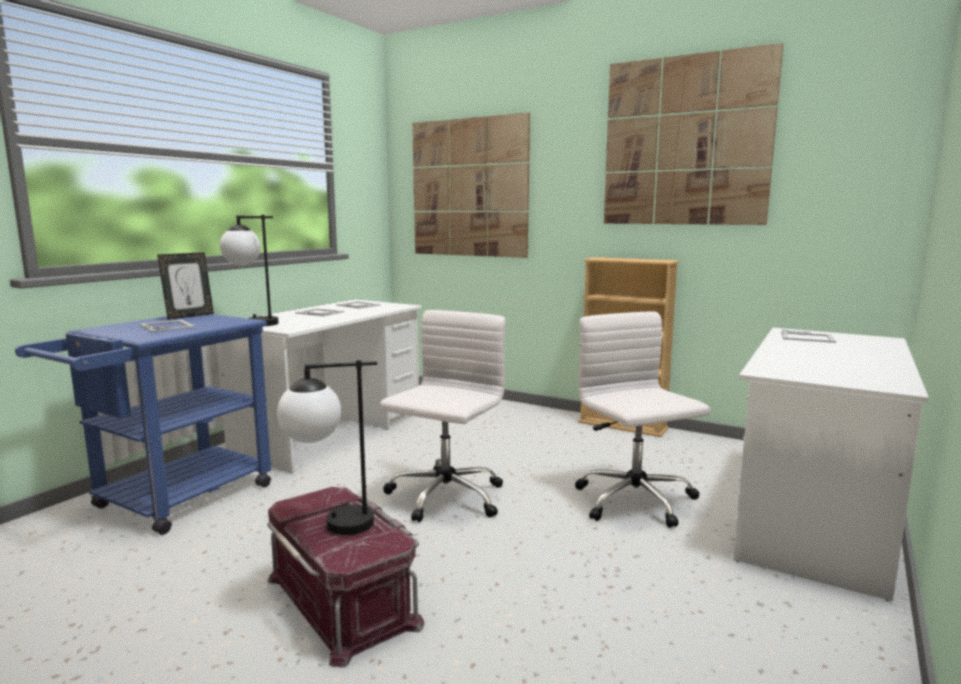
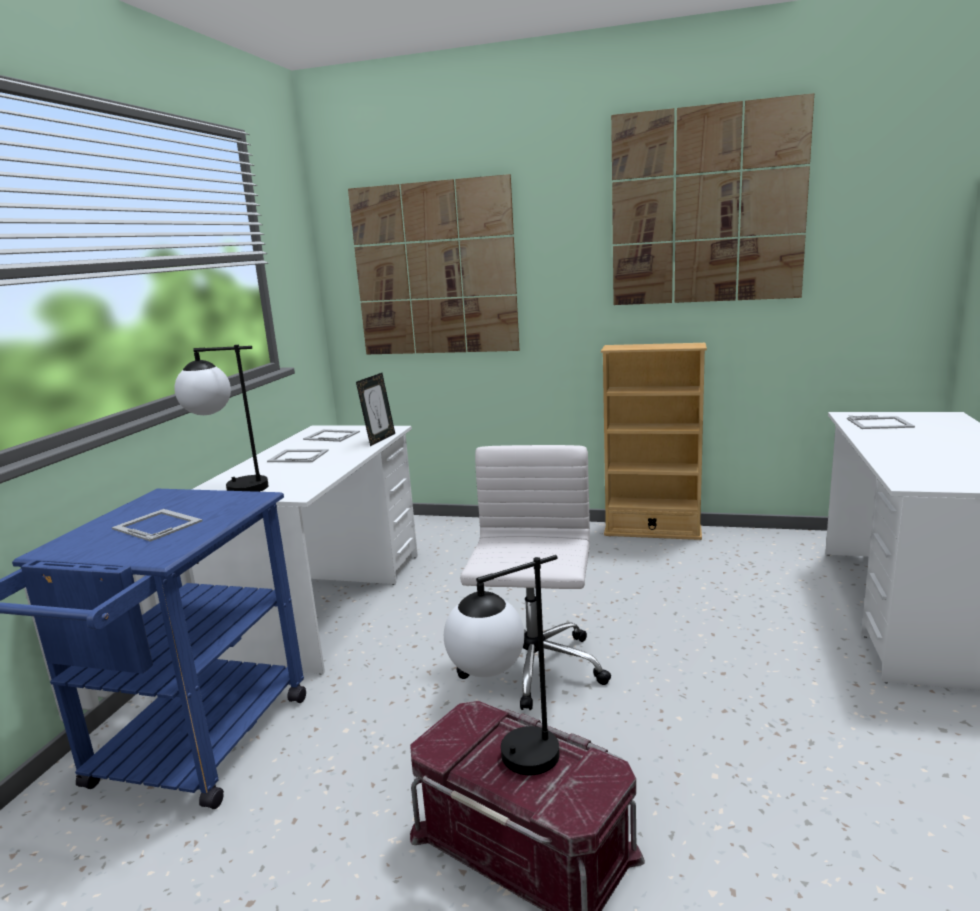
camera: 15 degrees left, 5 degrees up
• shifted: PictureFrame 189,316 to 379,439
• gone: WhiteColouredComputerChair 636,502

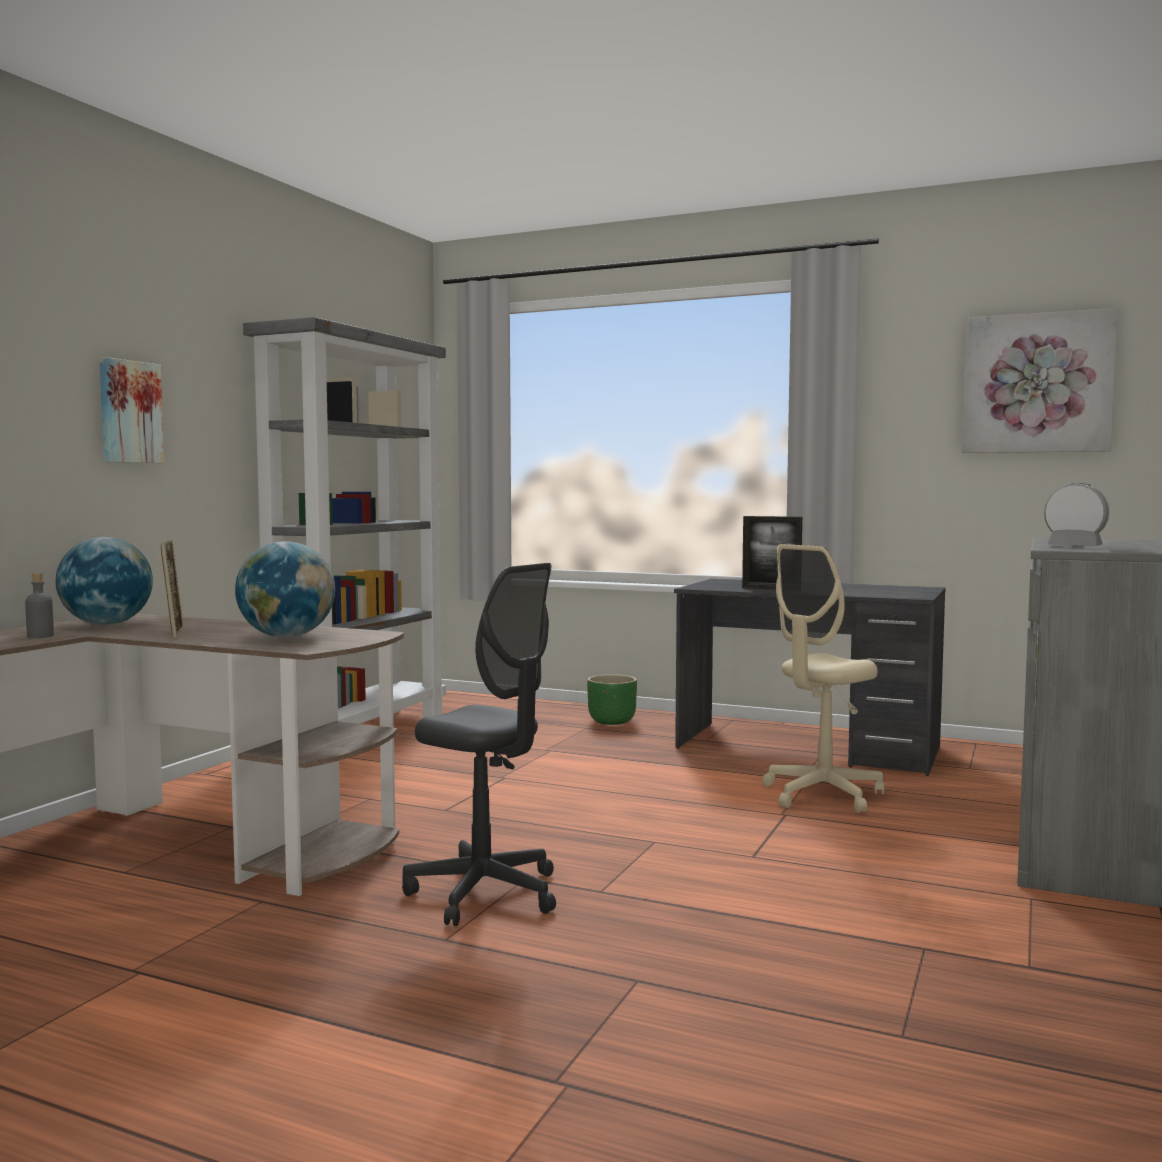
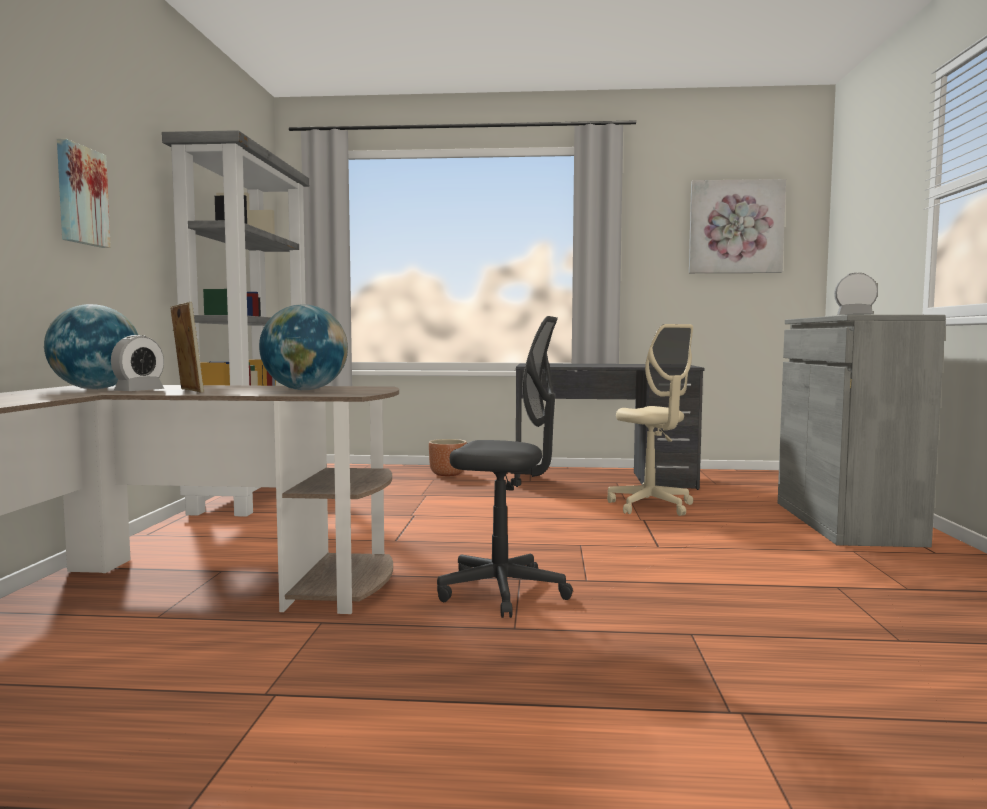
camera: 20 degrees left, 0 degrees up
• gone: PictureFrame 771,589
• rotated: SandColouredComputerChair 822,795 = 651,506 60 degrees counterclockwise
• gone: GreyishBeverageBottle 40,636
• repainted: GreenPlanter 612,721 to BrownColouredPlanter 448,474
• new: TableClock 139,391

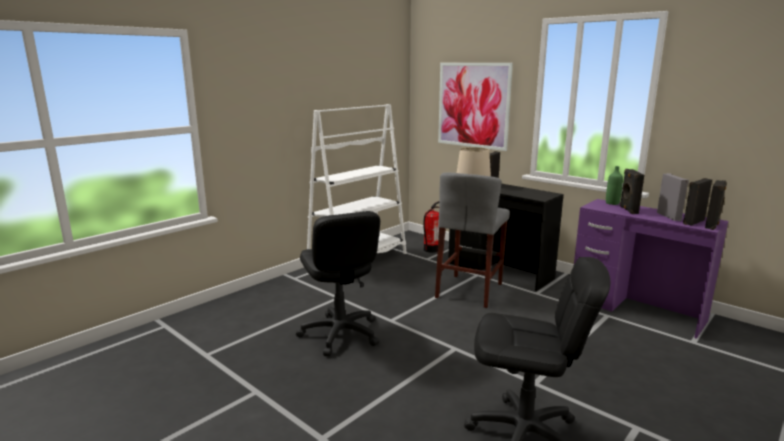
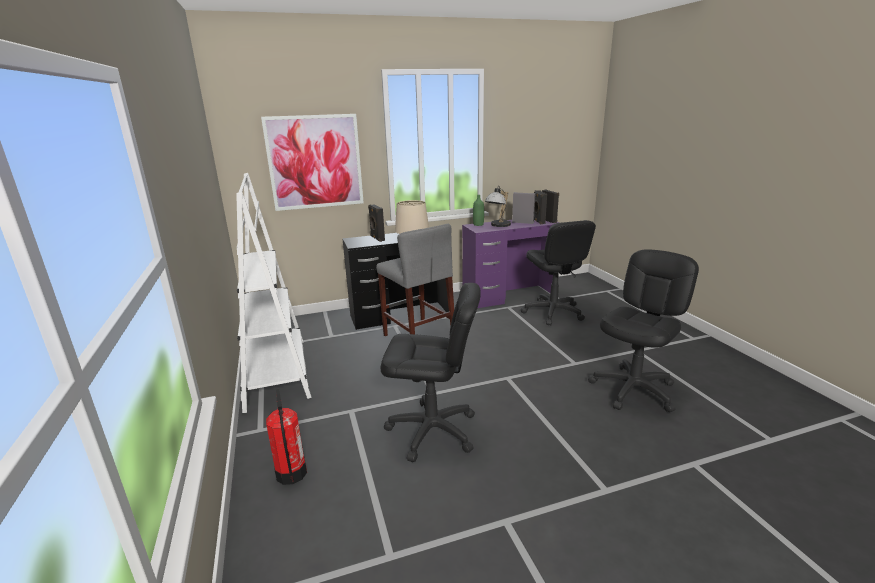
camera: 60 degrees left, 5 degrees up
• swapped: BlackSpeaker 628,210 to TabletopLamp 498,226
• shifted: FireFightingCylinder 431,249 to 291,474
• new: BlackComputerChair 552,312

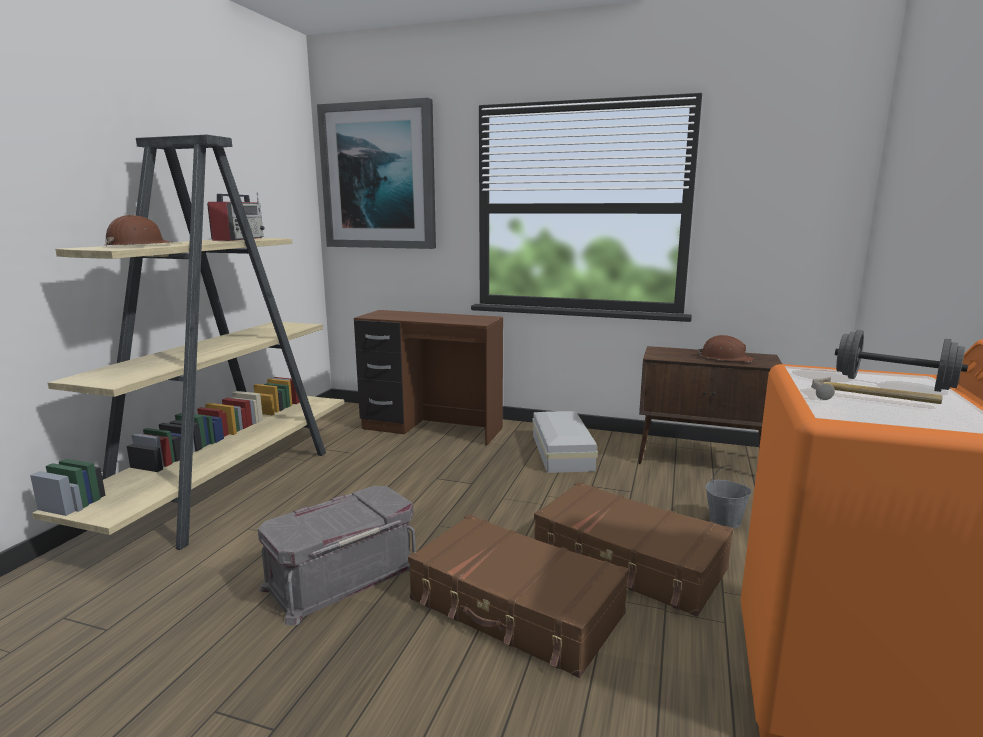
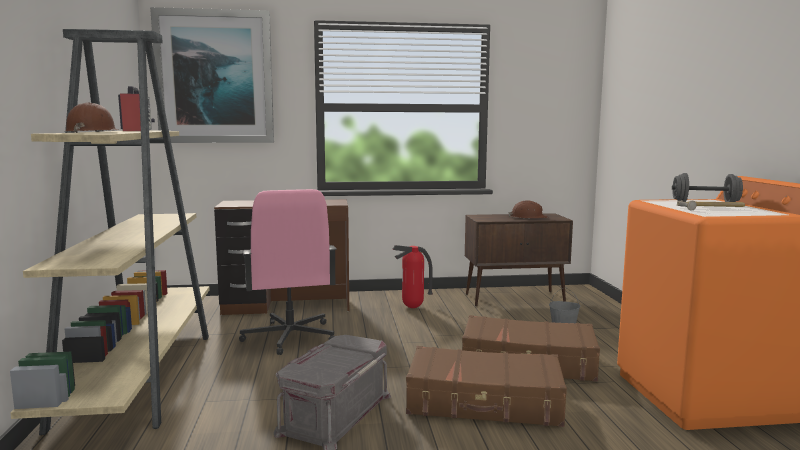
camera: 25 degrees left, 5 degrees down
• swapped: WhiteColouredStorageBox 561,453 to FireFightingCylinder 413,307
• new: PinkColouredComputerChair 289,337

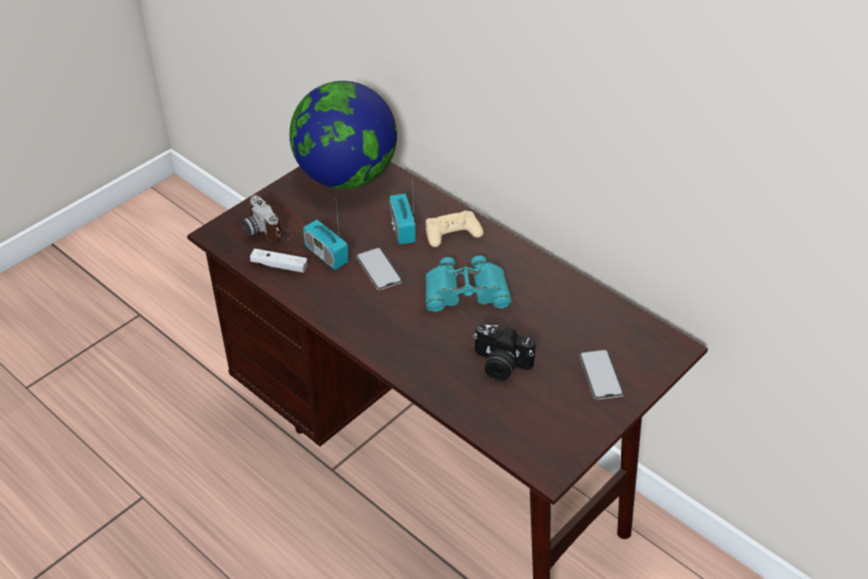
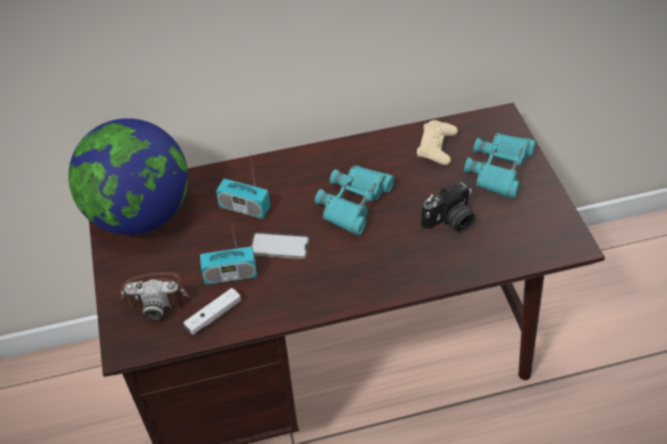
camera: 55 degrees left, 5 degrees up
• shifted: SandColouredGamepad 452,233 to 436,146
• swapped: Handset 601,374 to TurquoiseColouredPairOfBinoculars 500,169

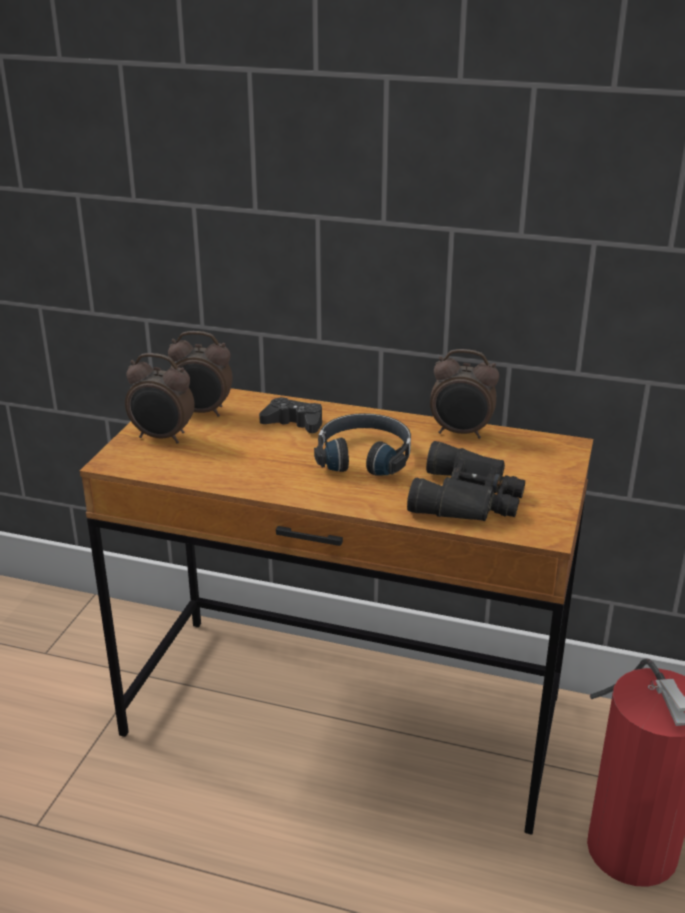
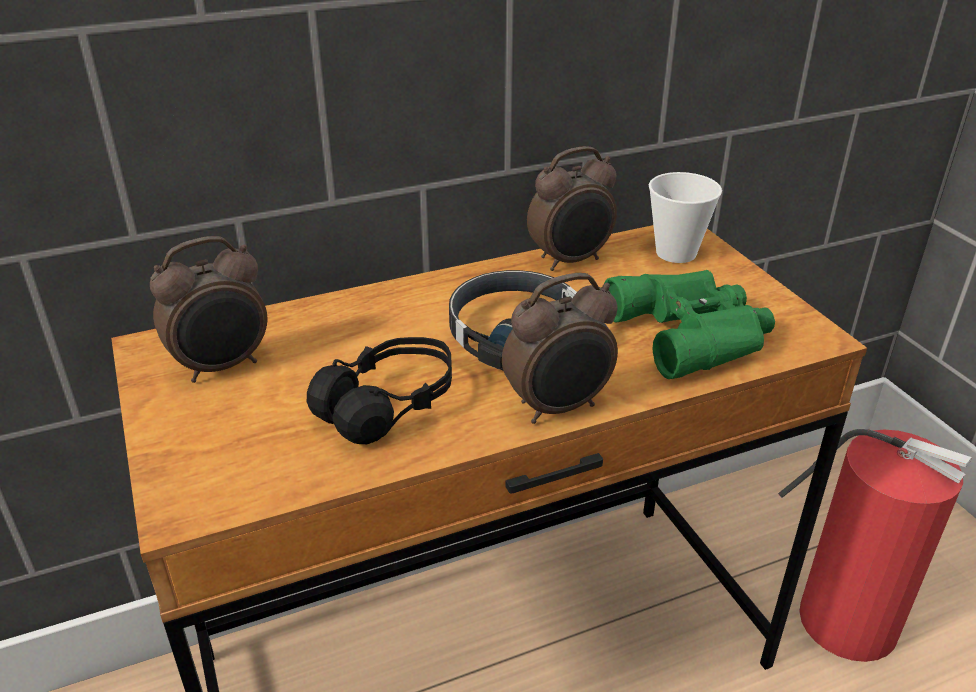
camera: 40 degrees left, 5 degrees up
• shifted: TableClock 162,437 to 559,408
• gone: BlackGamepad 294,423
• repainted: BlackPairOfBinoculars 469,498 to GreenPairOfBinoculars 694,332
• new: SmallCup 676,253
• new: BlackHeadset 388,405

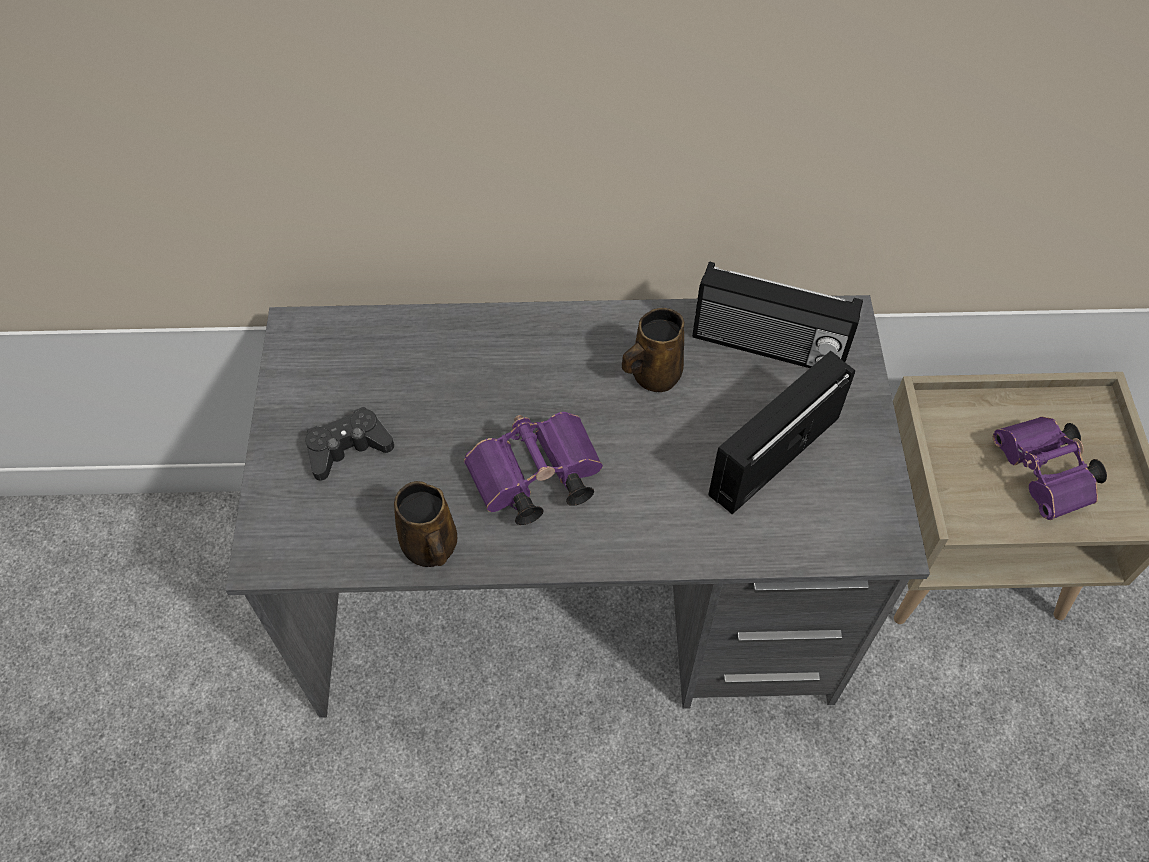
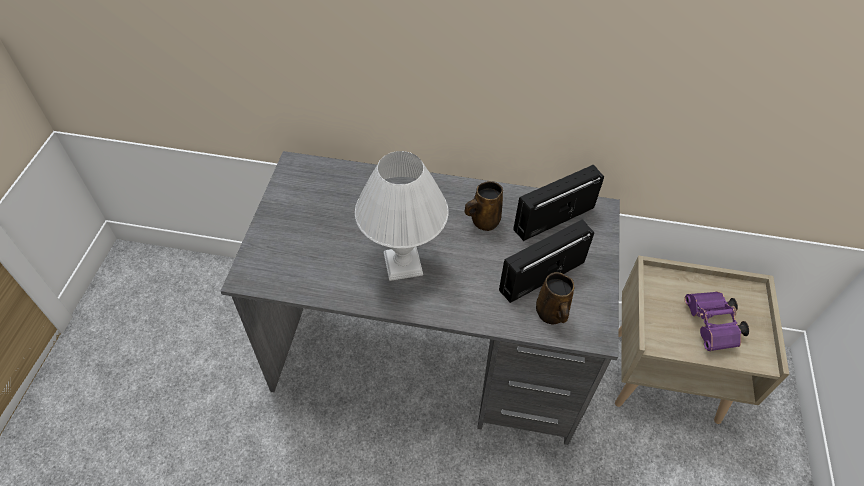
camera: 10 degrees right, 5 degrees down
• rotated: RadioSet 767,348 = 553,217 120 degrees clockwise
• gone: BlackGamepad 348,448
• swapped: PurplePairOfBinoculars 533,481 to WhiteColouredTabletopLamp 402,265
• shifted: BrownColouredMug 431,548 to 551,314

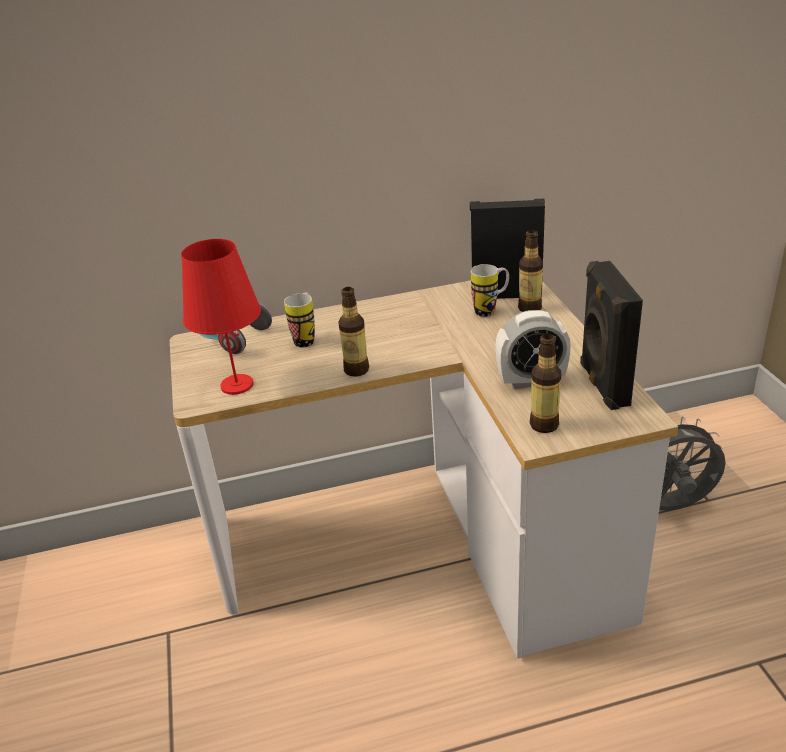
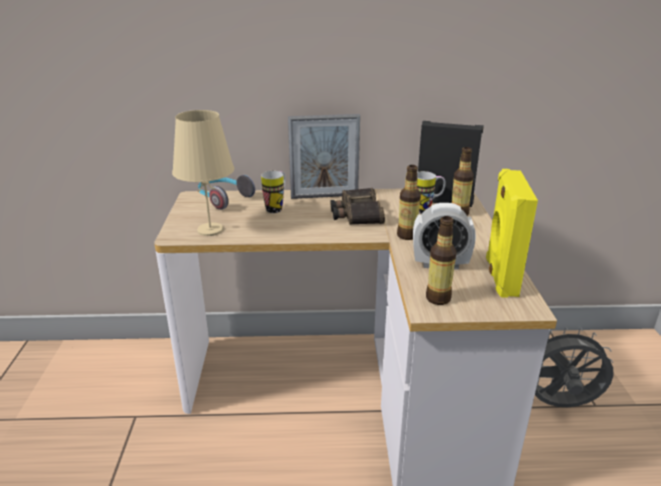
camera: 10 degrees right, 5 degrees down
• repainted: ReddishTabletopLamp 236,385 to SandColouredTabletopLamp 210,230
• repainted: BlackSpeaker 602,385 to YellowishSpeaker 499,277
• shifted: BeverageBottle 356,370 to 407,235
• new: PictureFrame 324,196
• new: PairOfBinoculars 356,214

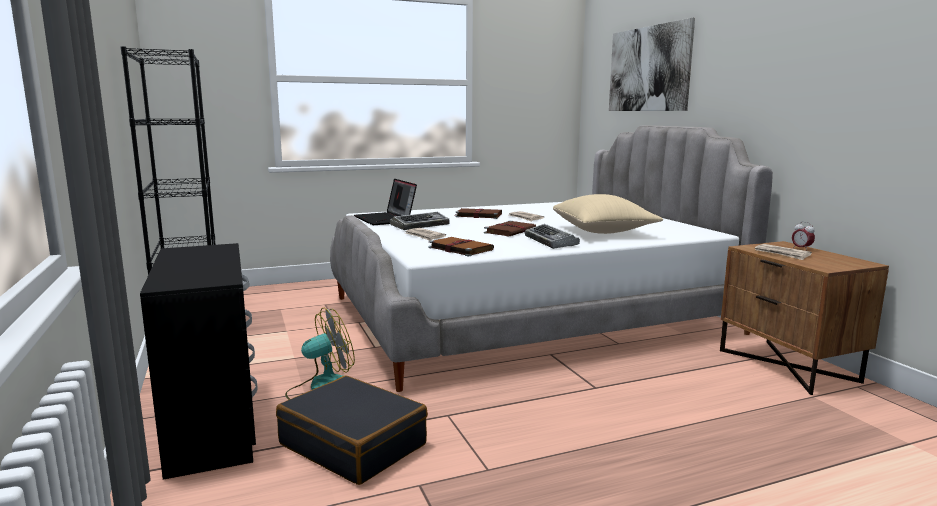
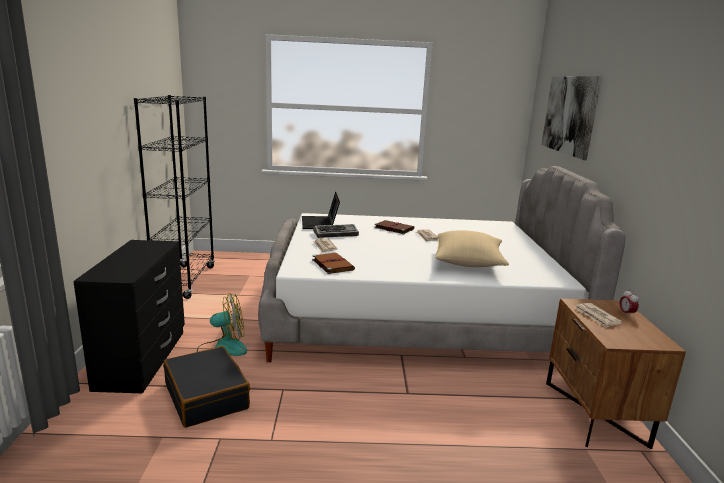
camera: 20 degrees right, 5 degrees up
• gone: BrownColouredBook 510,231
• gone: Keyboard 551,242

